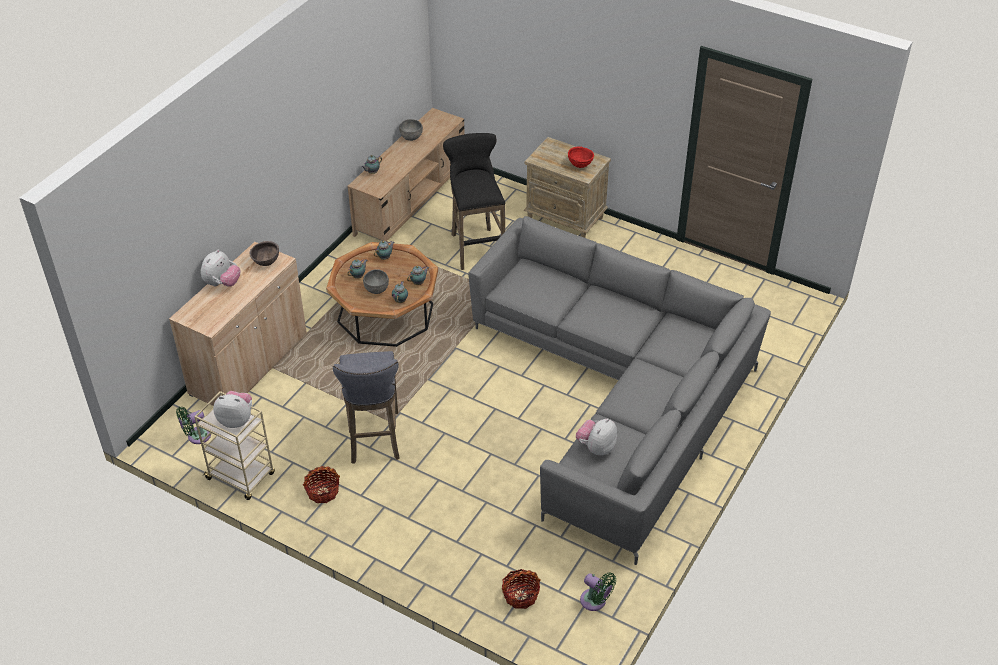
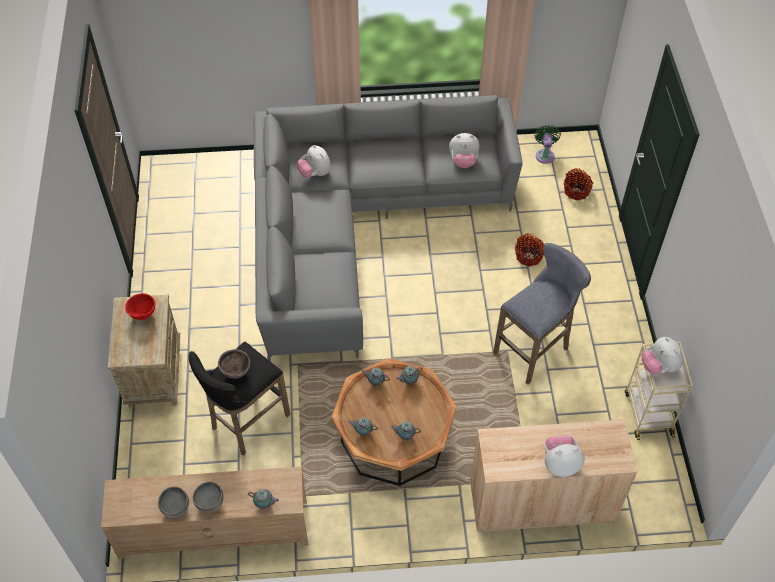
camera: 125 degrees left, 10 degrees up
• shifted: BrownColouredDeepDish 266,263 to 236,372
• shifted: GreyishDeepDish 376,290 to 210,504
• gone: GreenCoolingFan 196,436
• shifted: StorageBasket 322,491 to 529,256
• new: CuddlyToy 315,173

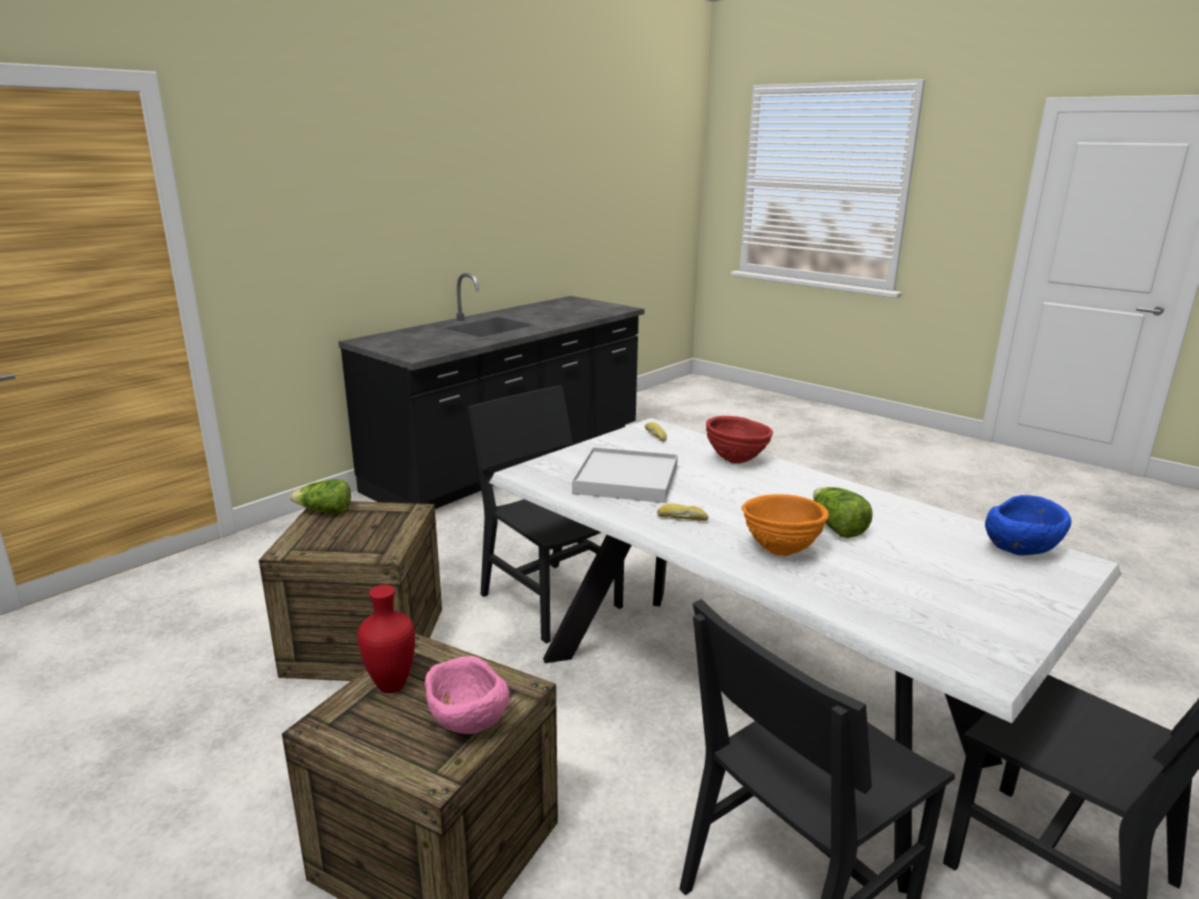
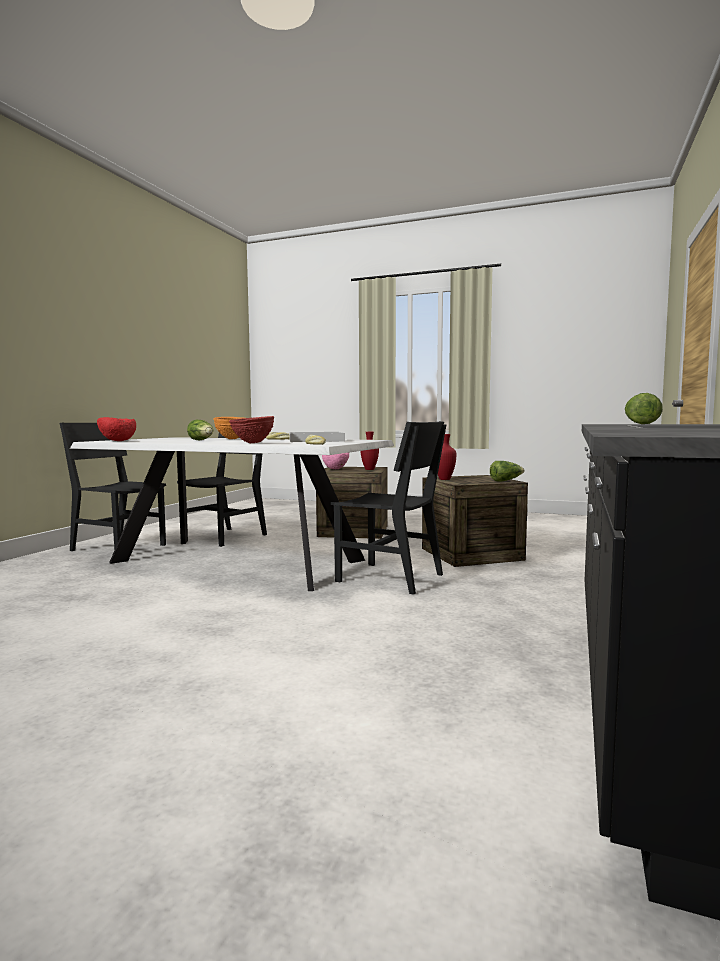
camera: 160 degrees right, 15 degrees down
• repainted: BlueColouredDeepDish 1020,552 to ReddishDeepDish 117,441
• new: LettuceHead 640,424
• new: ReddishDecorativeVase 444,479

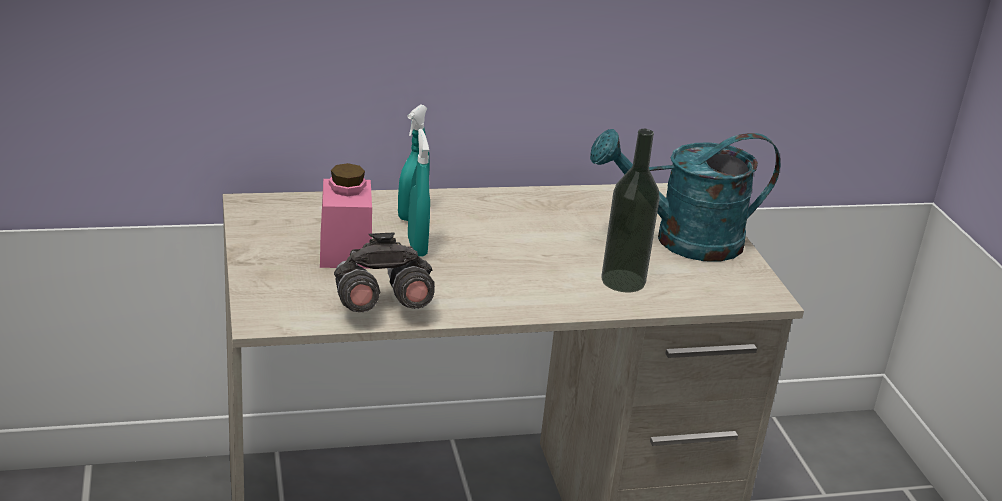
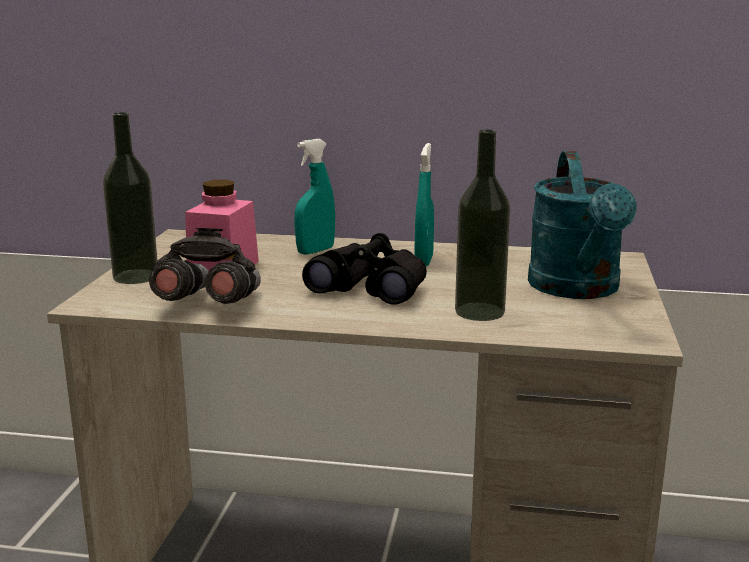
camera: 25 degrees right, 10 degrees down
• shifted: TurquoiseColouredSprayer 417,247 to 423,261
• rotated: TurquoiseColouredWateringCan 682,241 = 578,289 105 degrees counterclockwise
• new: BeverageBottle 135,276
• new: BlackPairOfBinoculars 370,288

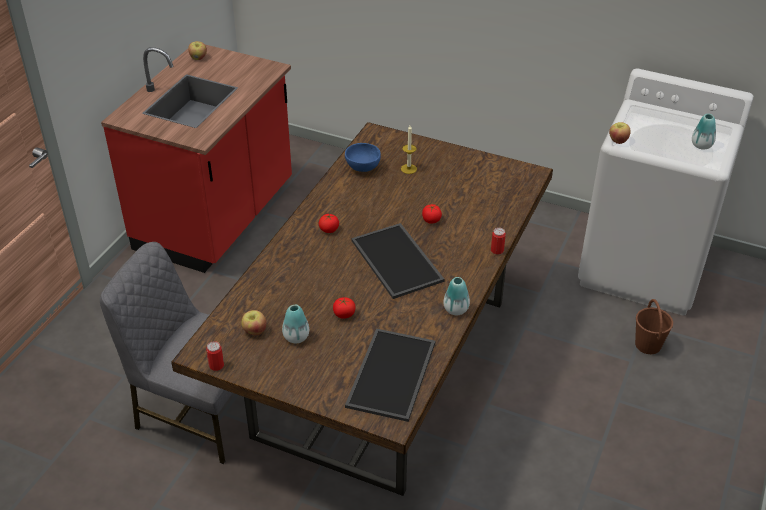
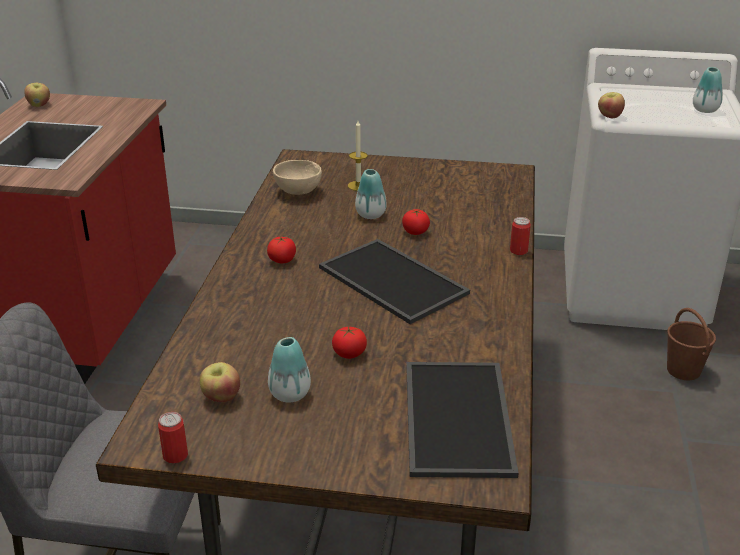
camera: 15 degrees left, 10 degrees down
• repainted: BlueColouredDeepDish 363,168 to SandColouredDeepDish 298,192
• shifted: DecorativeVase 456,309 to 370,215

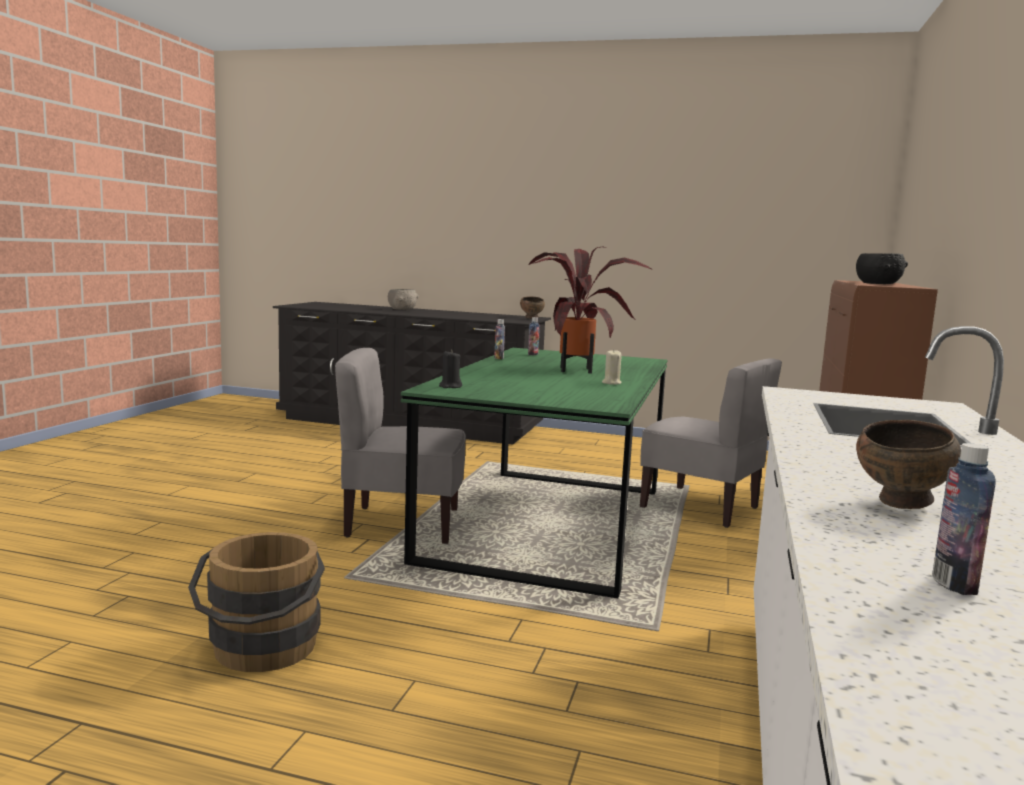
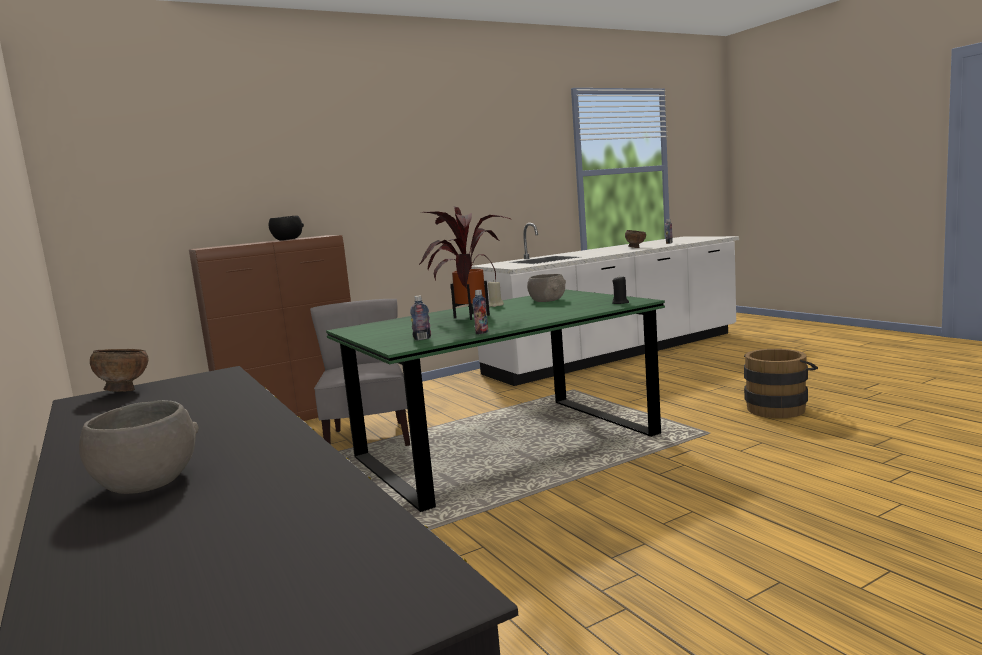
camera: 135 degrees left, 0 degrees up
• gone: GreyishUprightChair 402,524
• new: GreyishDeepDish 547,301

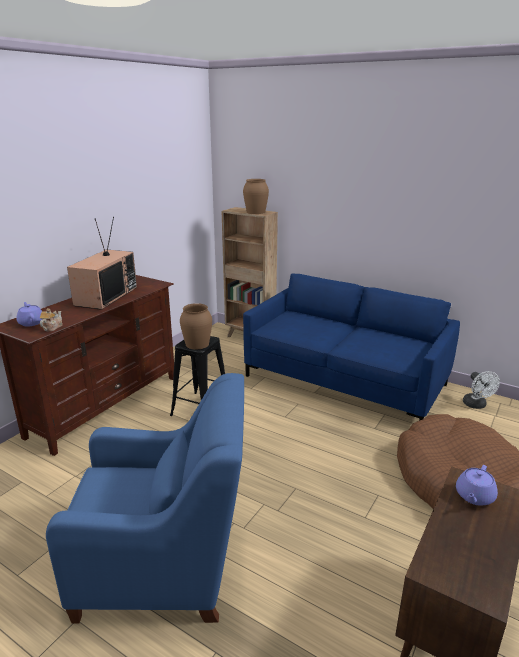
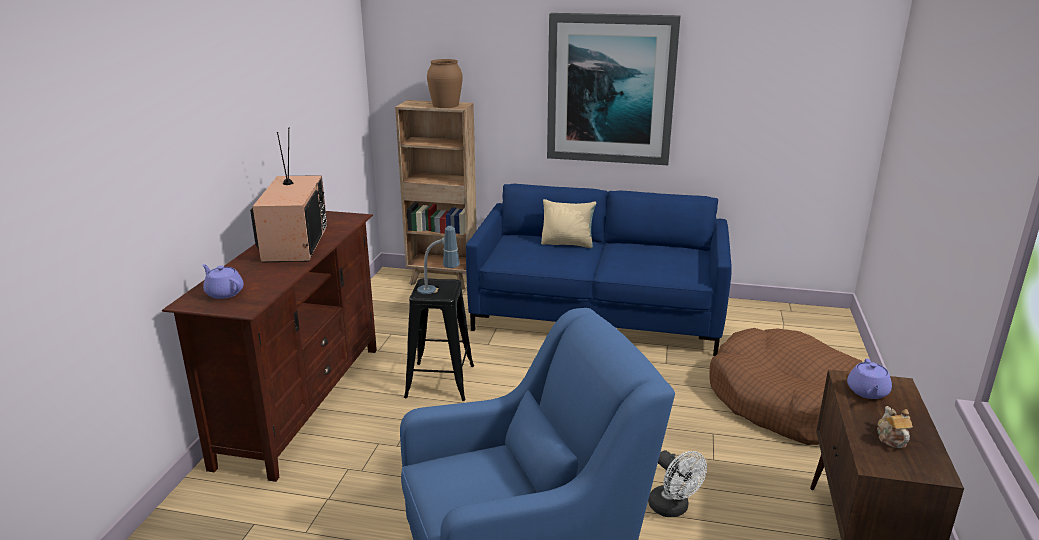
camera: 20 degrees left, 0 degrees up
• swapped: BrownColouredDecorativeVase 197,344 to TabletopLamp 438,292
• shifted: TeaPot 52,327 to 891,438
• shifted: WhiteColouredCoolingFan 476,405 to 673,509
• new: Picture 611,89
• new: SandColouredPillow 567,243

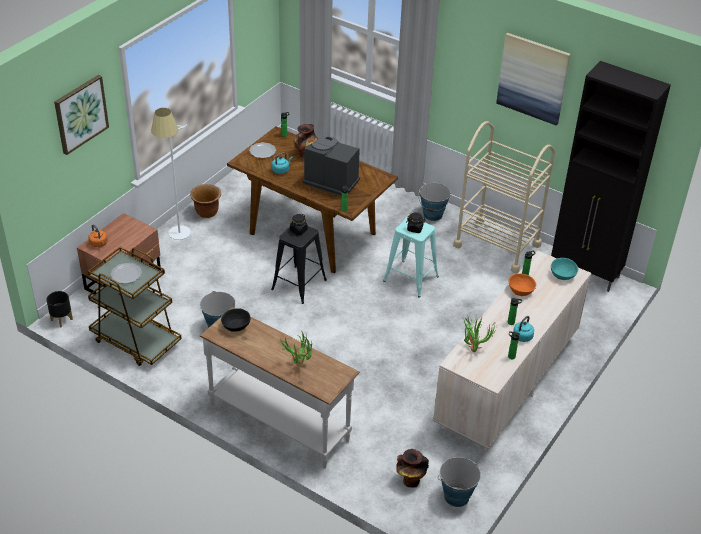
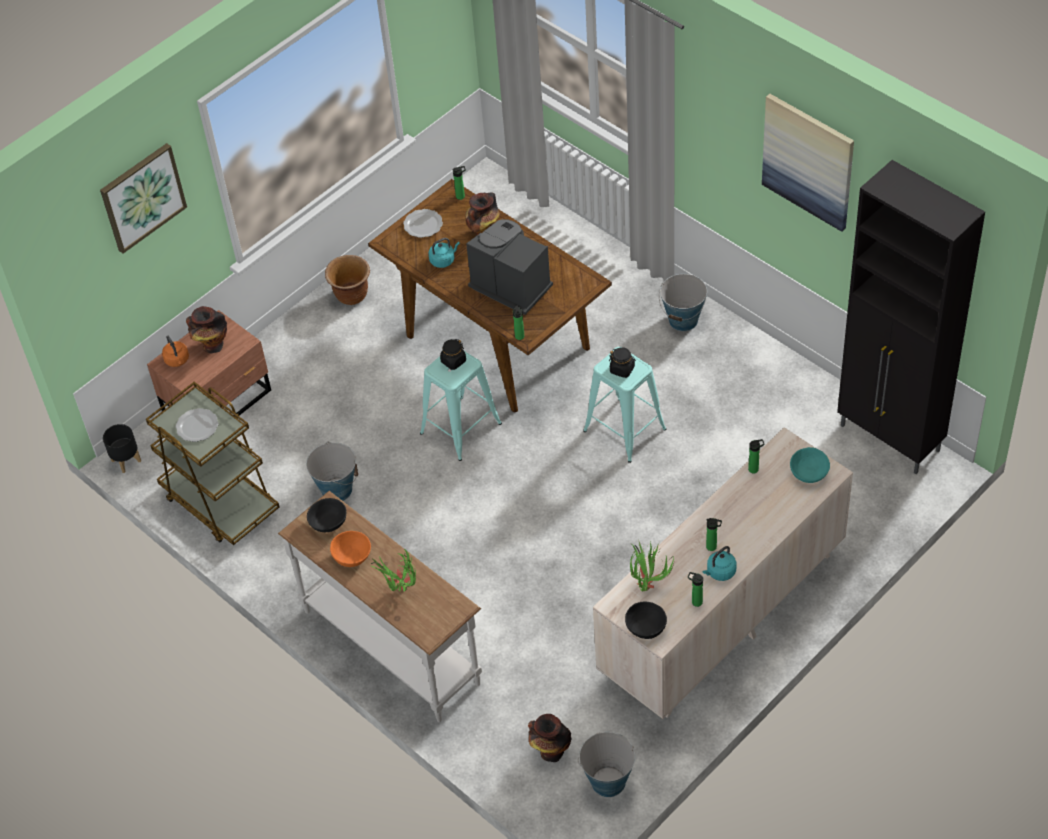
camera: 15 degrees right, 10 degrees up
• gone: WhiteColouredStandingLamp 178,239
• gone: SandColouredCart 497,245
• repainted: BlackSittingStool 299,285 to TurquoiseColouredSittingStool 460,428
• shifted: OrangeColouredDeepDish 520,291 to 351,557
• new: DecorativeVase 212,345
• new: BlackDeepDish 645,628

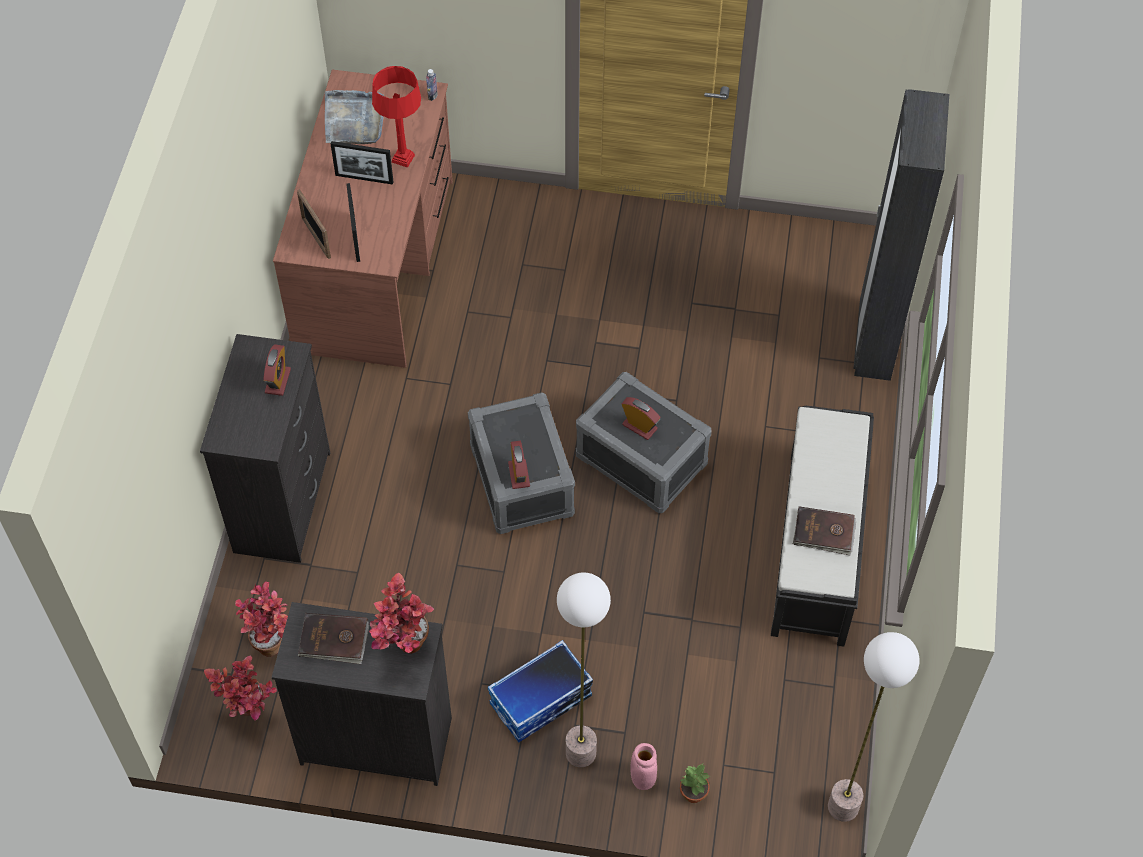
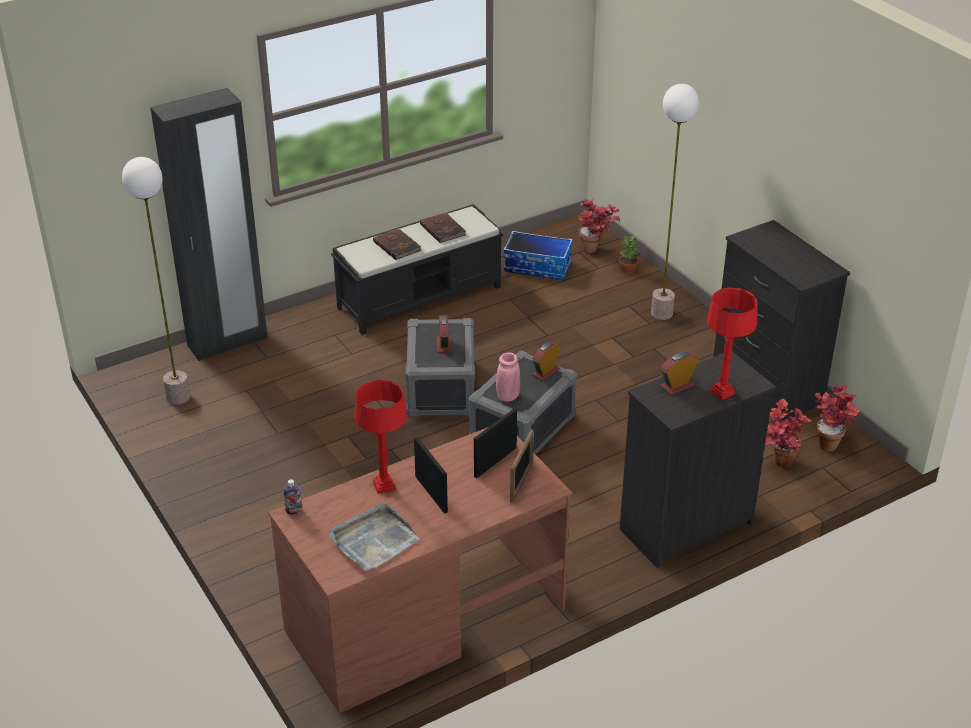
camera: 130 degrees left, 20 degrees down
• shifted: PlantInAPot 402,649 to 595,250
• shifted: BrownColouredBook 334,640 to 397,245
• shifted: StandingLamp 843,807 to 178,397
• shifted: StorageBox 541,701 to 538,267
• shifted: PinkColouredDecorativeVase 643,778 to 508,396
• new: ReddishTabletopLamp 722,392

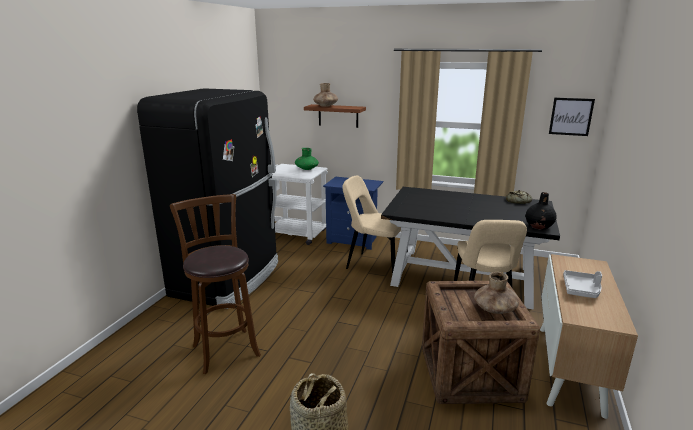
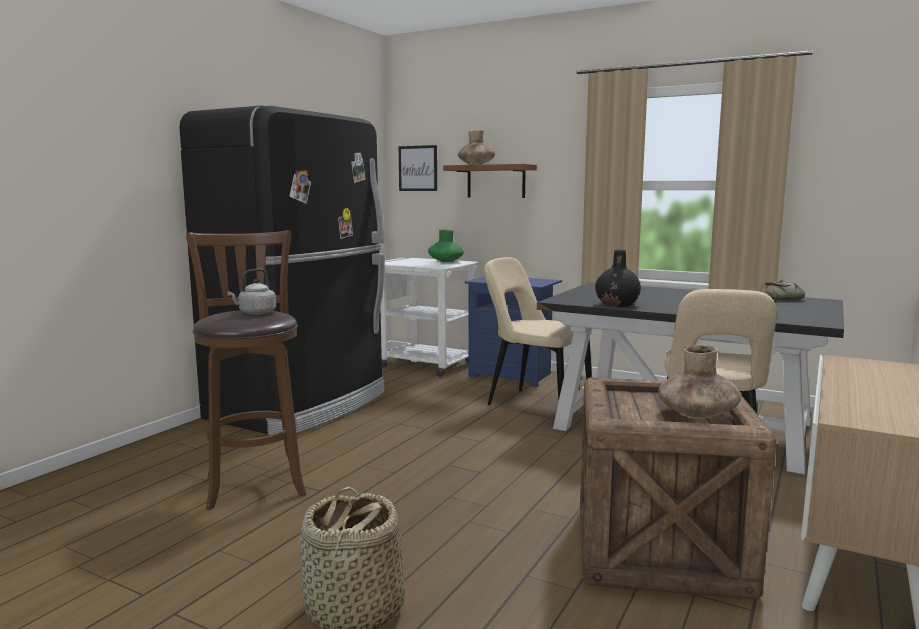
camera: 10 degrees right, 10 degrees down
• shifted: Picture 571,116 to 418,168
• shifted: BlackDecorativeVase 539,226 to 617,304
• gone: GreyishTray 581,290
• new: GreyishTeaKettle 255,313

